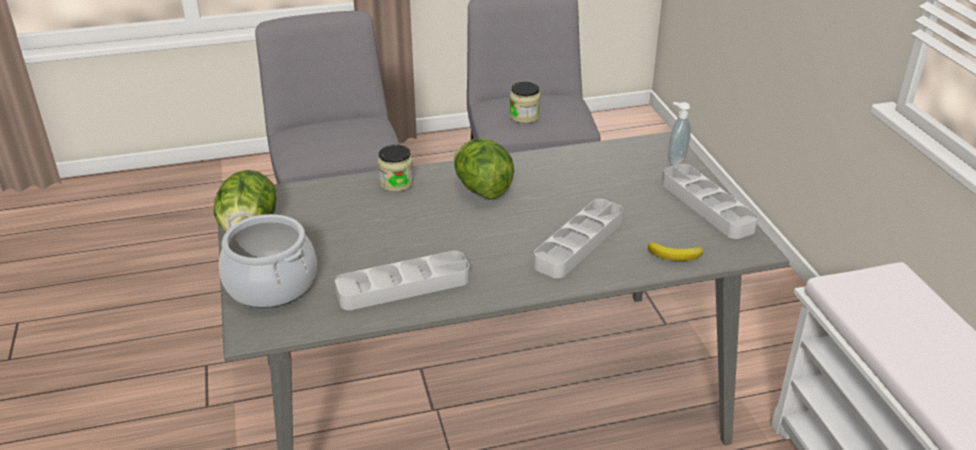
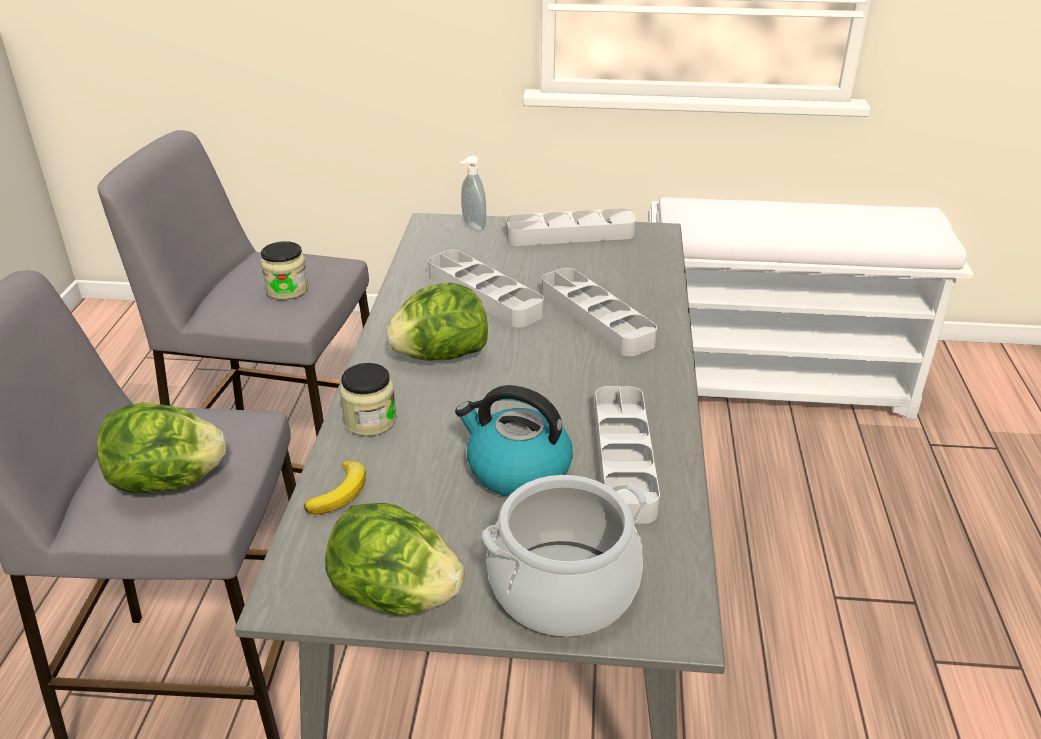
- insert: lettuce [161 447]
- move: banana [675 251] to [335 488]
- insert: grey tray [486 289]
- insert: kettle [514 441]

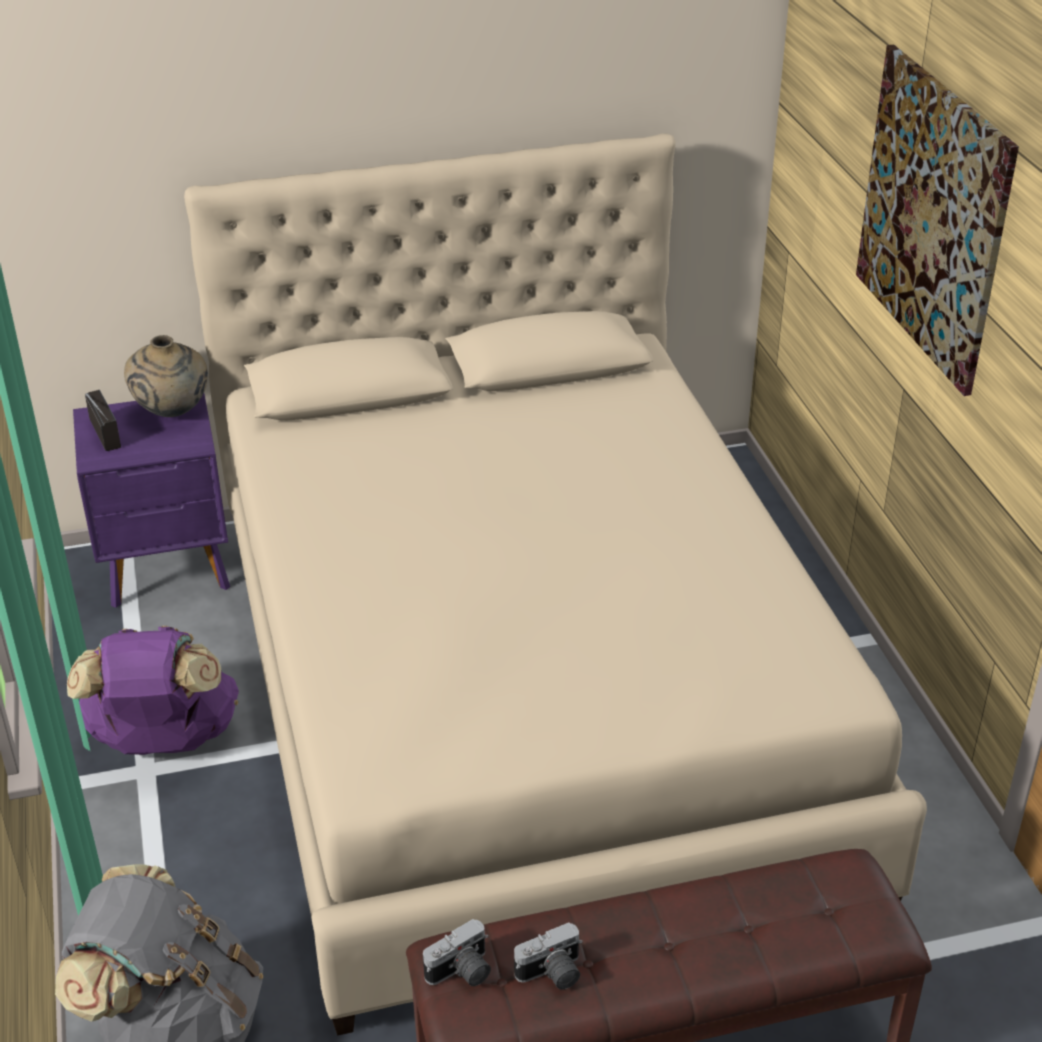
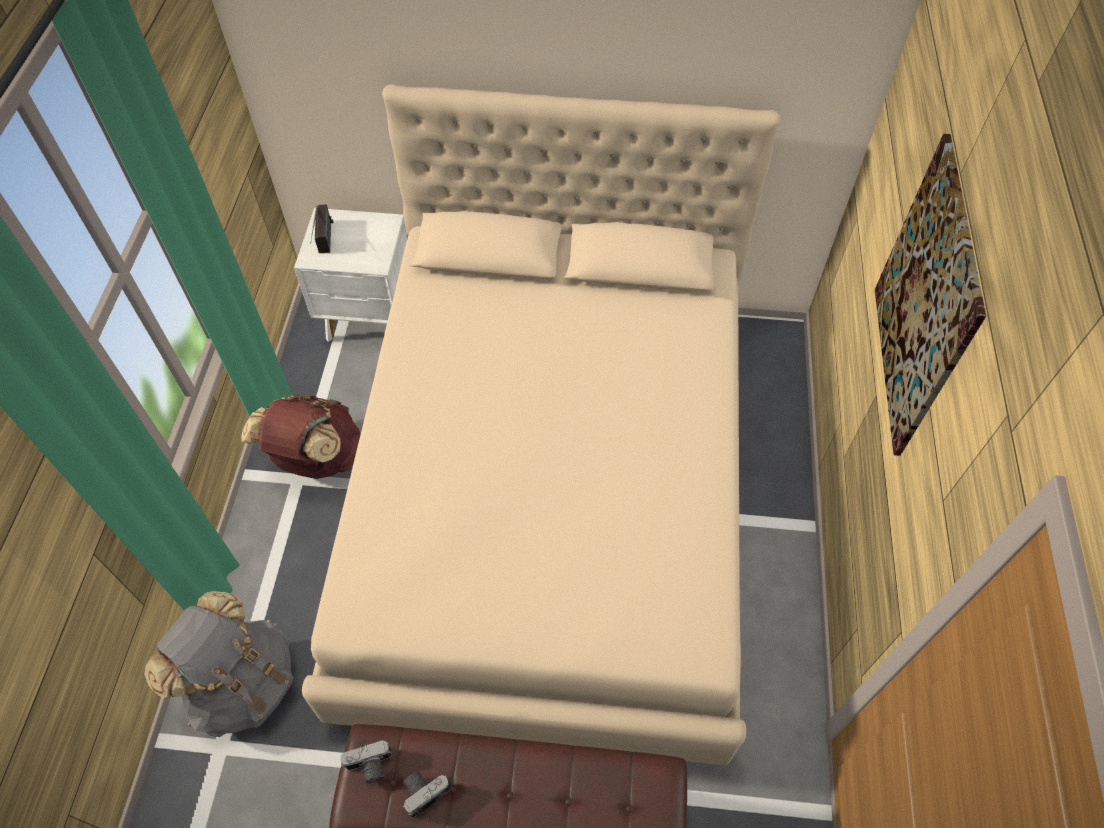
- recolor: purple backpack [153 690] to brown backpack [301 436]
- recolor: purple nightstand [151 501] to white nightstand [350 275]
- rotate: photo camera [548 956] = [426 794] 150 degrees clockwise
- delete: beige vase [166 376]

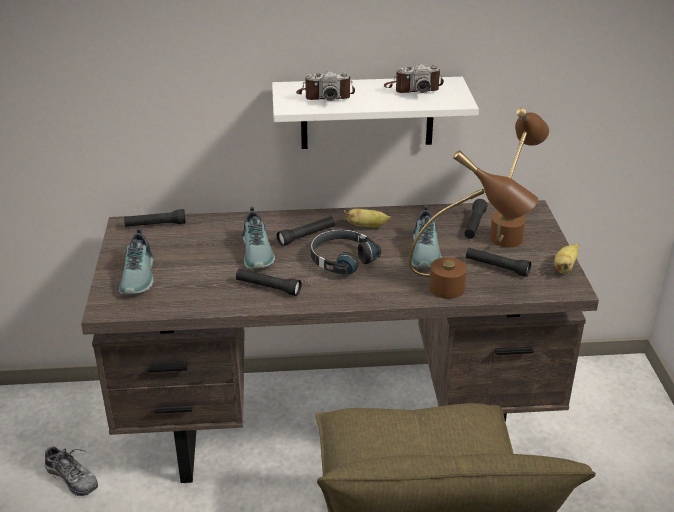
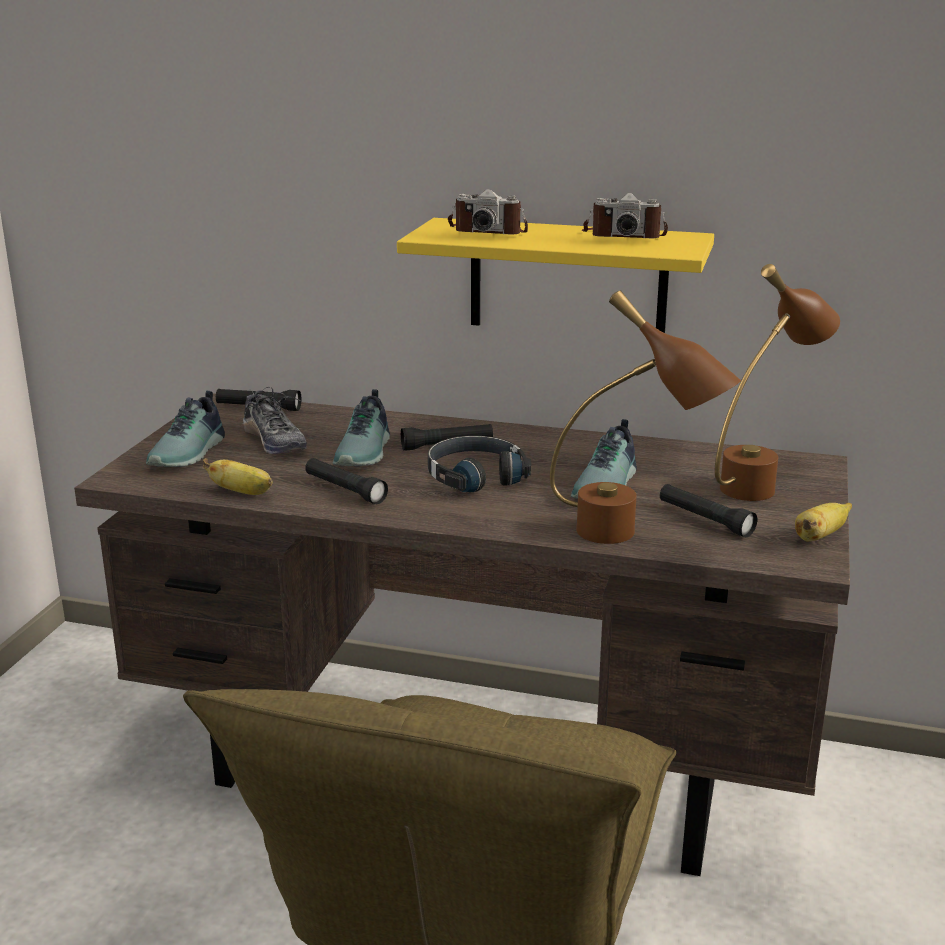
- move: banana [367 218] to [237 476]
- move: shoe [71 470] to [275 420]
- recolor: white shelf [375 113] to yellow shelf [555 275]
- delete: black flashlight [475 219]

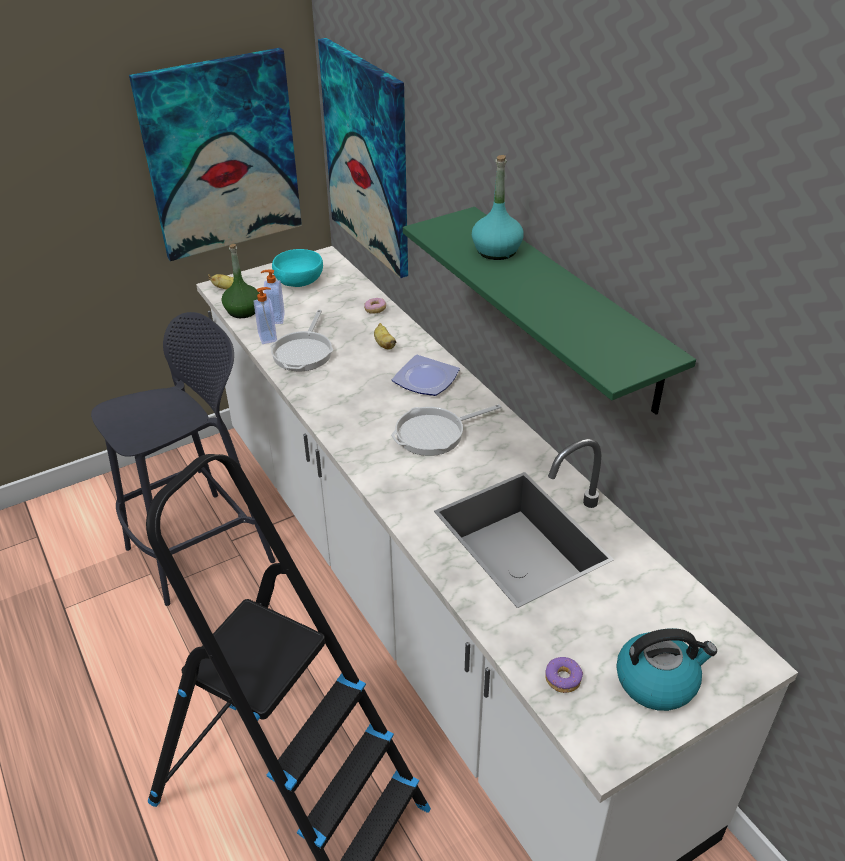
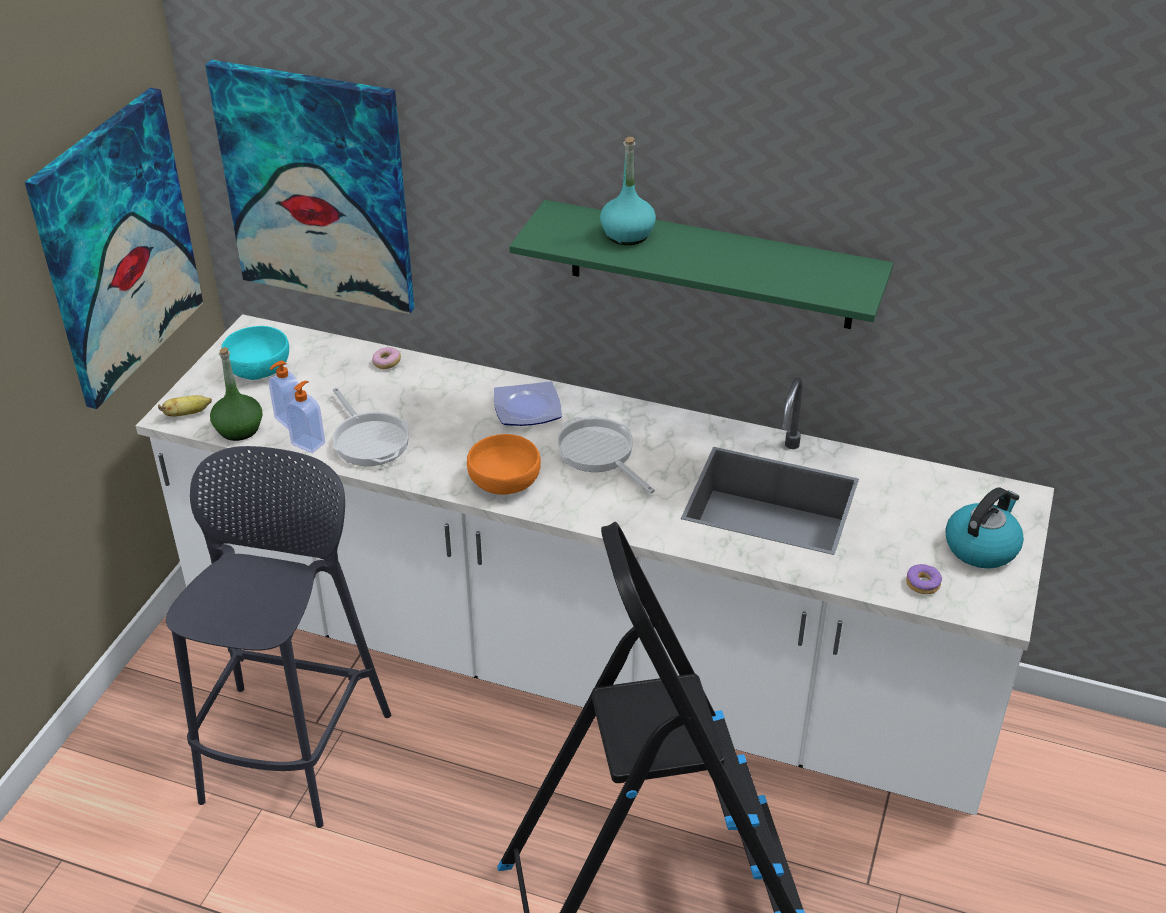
- insert: orange bowl [504 464]
- rotate: frying pan [446 430] = [606 455] 120 degrees clockwise
- delete: banana [385 336]

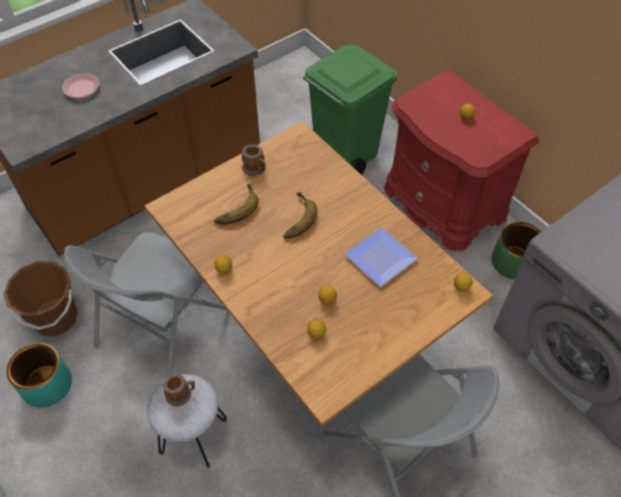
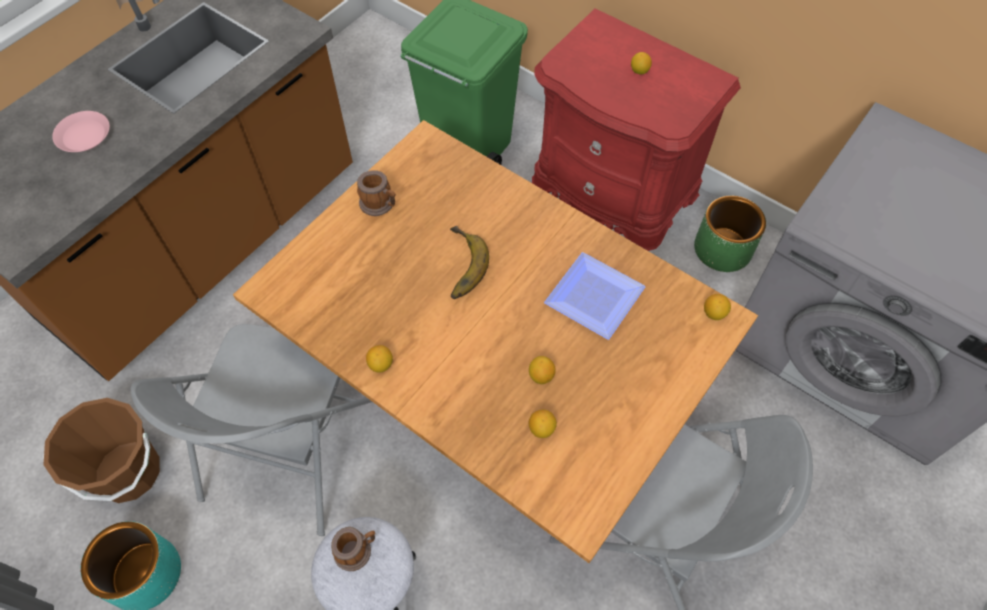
- delete: banana [236 204]

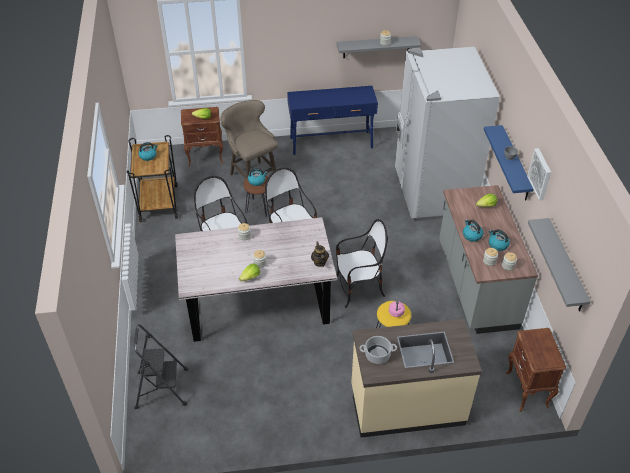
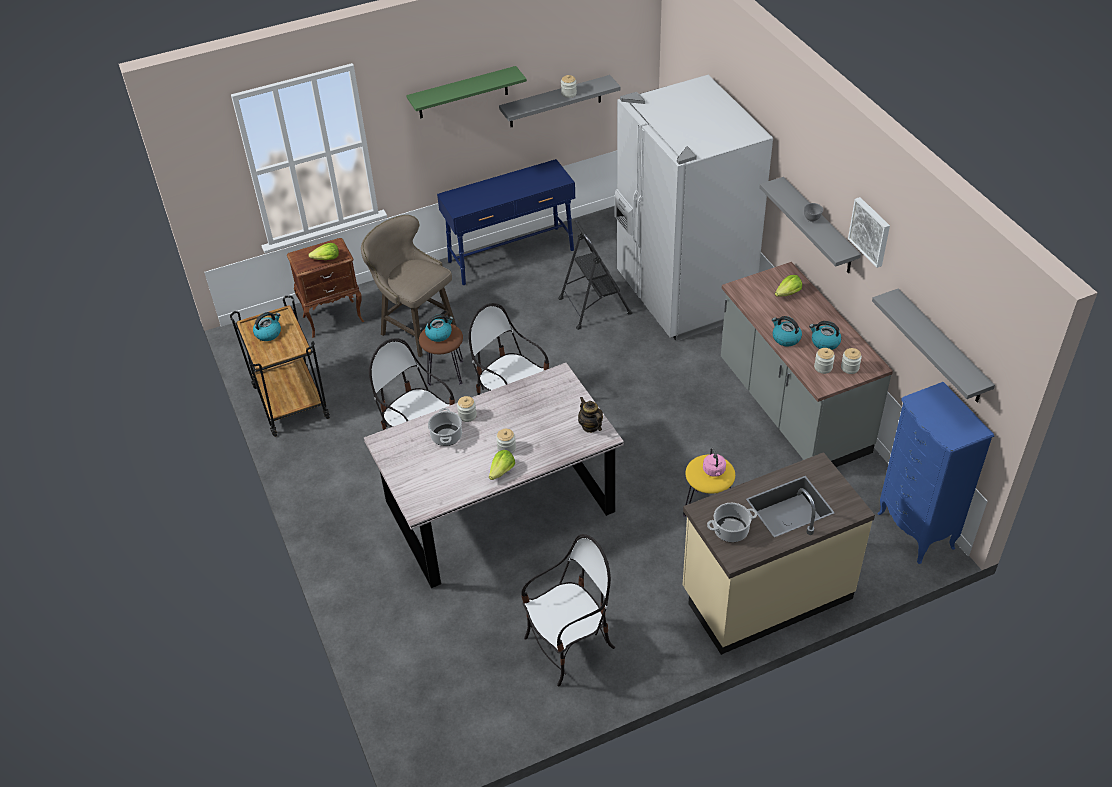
- insert: green shelf [466 92]
- insert: cooking pot [445 427]
- move: chair [362 263] to [568 610]
- move: black step ladder [161 366] to [595 275]
- recolor: blue shelf [509 163] to grey shelf [810 225]
- replace: brown nightstand [536 370] to blue dresser [935 473]

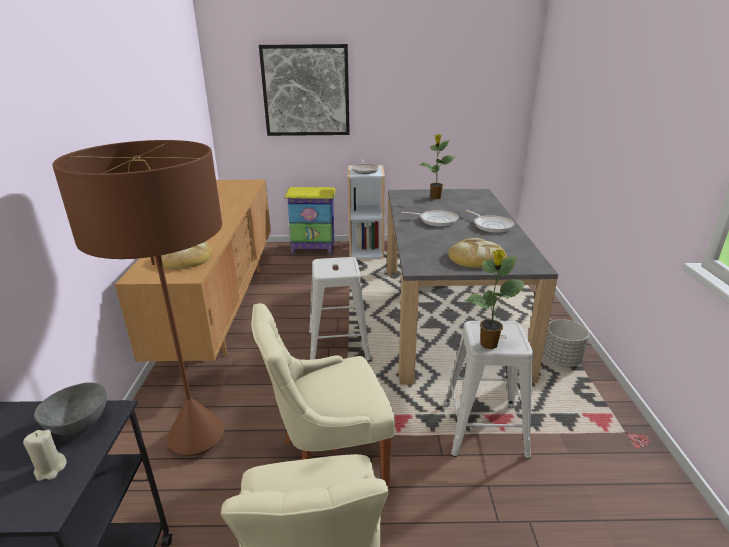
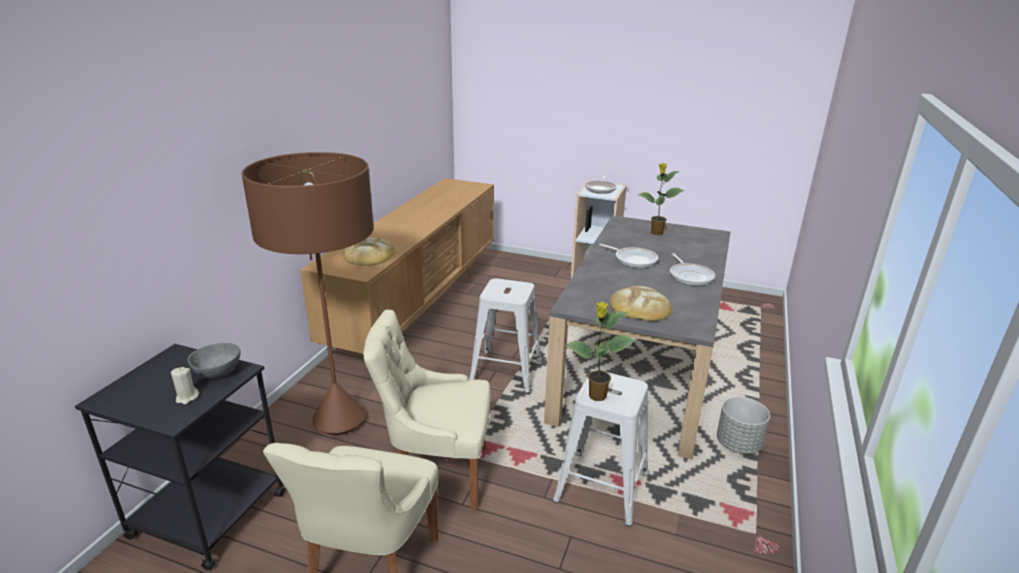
- delete: picture [304 90]
- delete: nightstand [310 220]

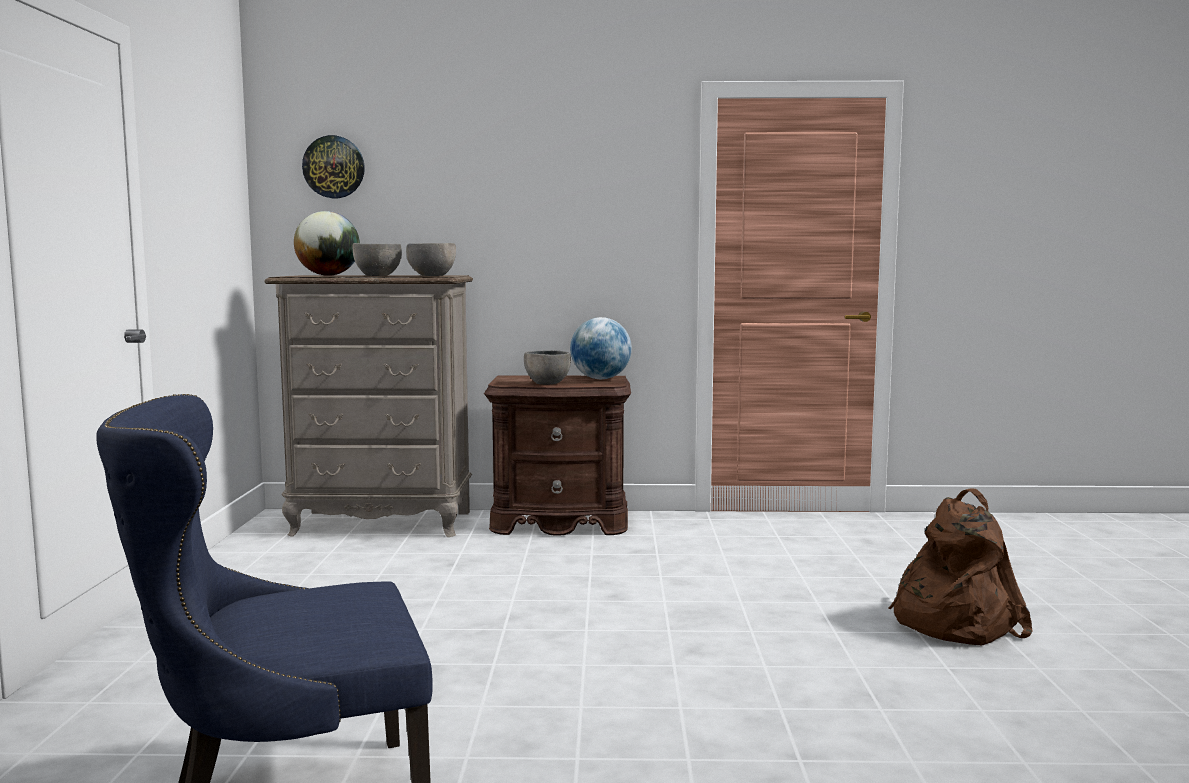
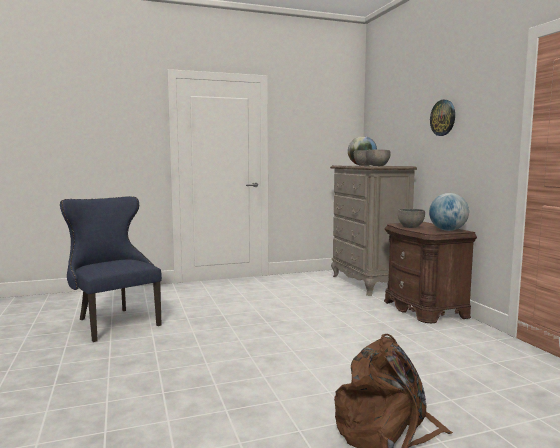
- move: wall clock [333 166] to [442 118]

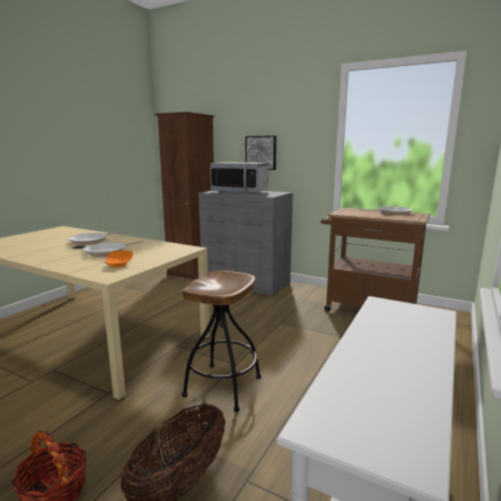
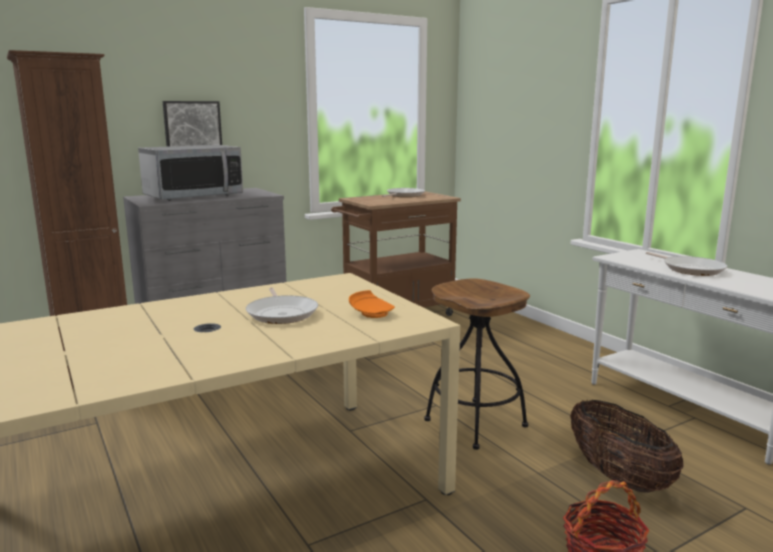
- move: frying pan [94 238] to [687 264]

